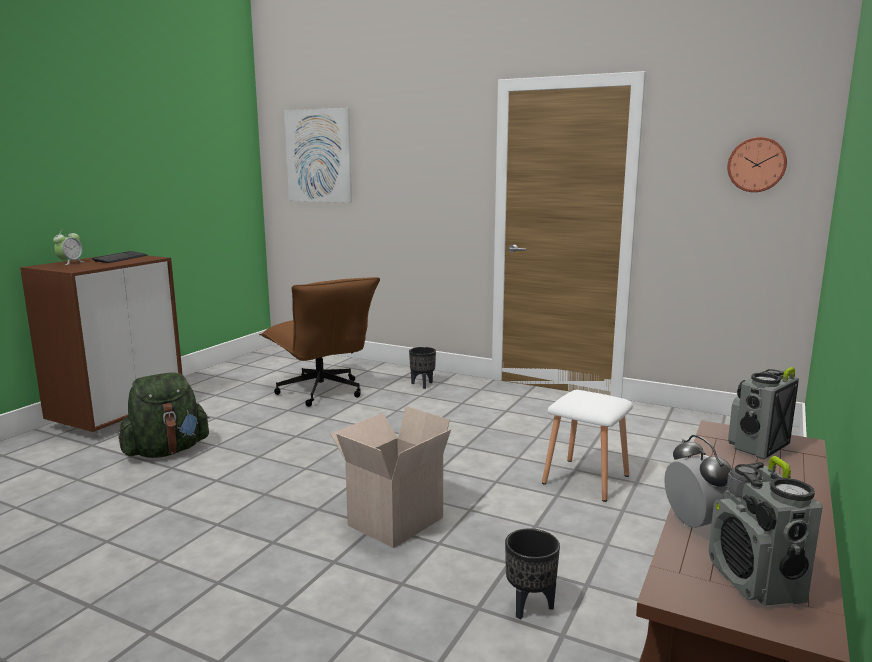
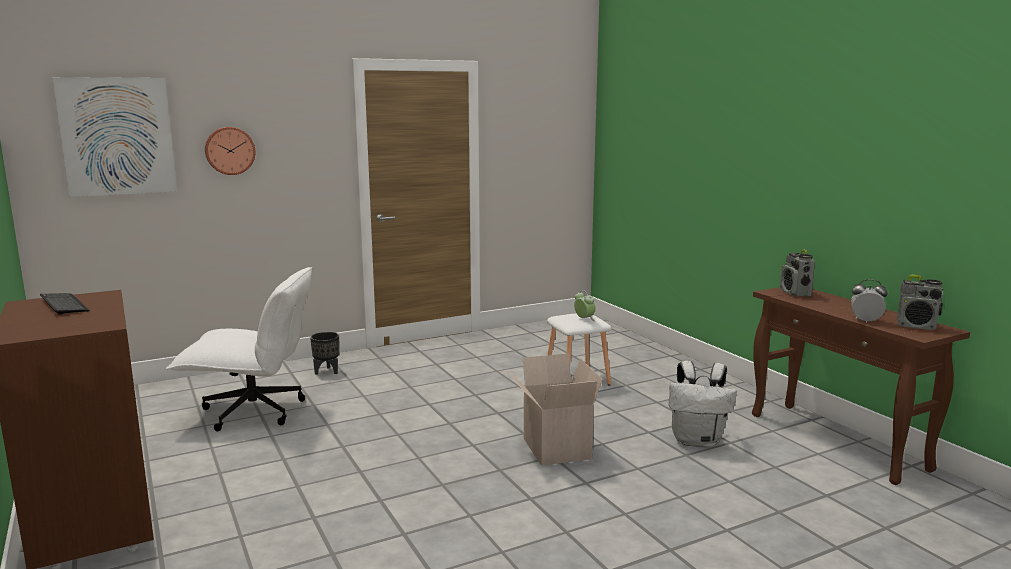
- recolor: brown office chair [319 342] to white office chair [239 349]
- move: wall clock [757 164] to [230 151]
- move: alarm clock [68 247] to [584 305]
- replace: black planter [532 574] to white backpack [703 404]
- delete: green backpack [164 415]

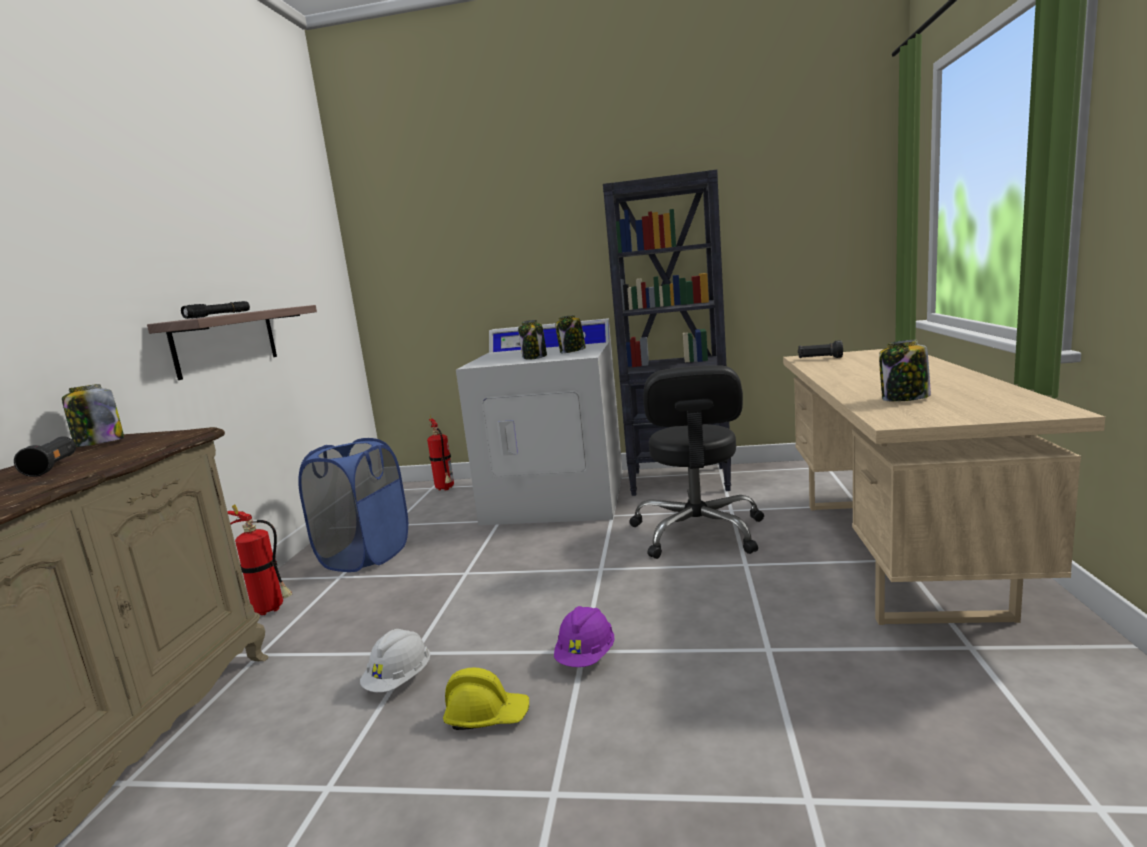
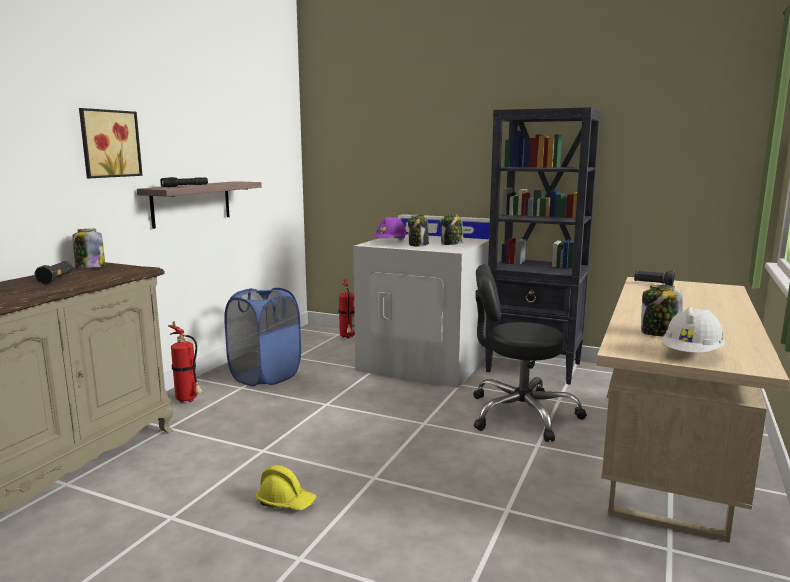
- insert: picture [111 143]
- move: purple hard hat [584 636] to [390 229]
- rotate: black office chair [696 462] = [530 353] 75 degrees clockwise
- move: white hard hat [395 660] to [693 330]

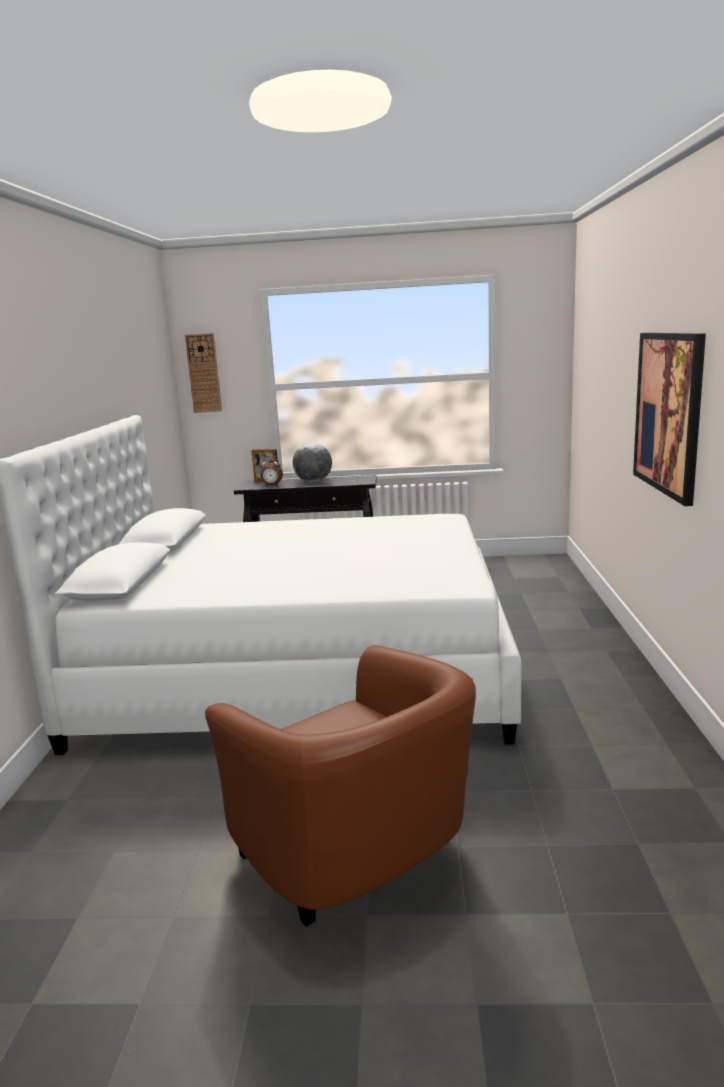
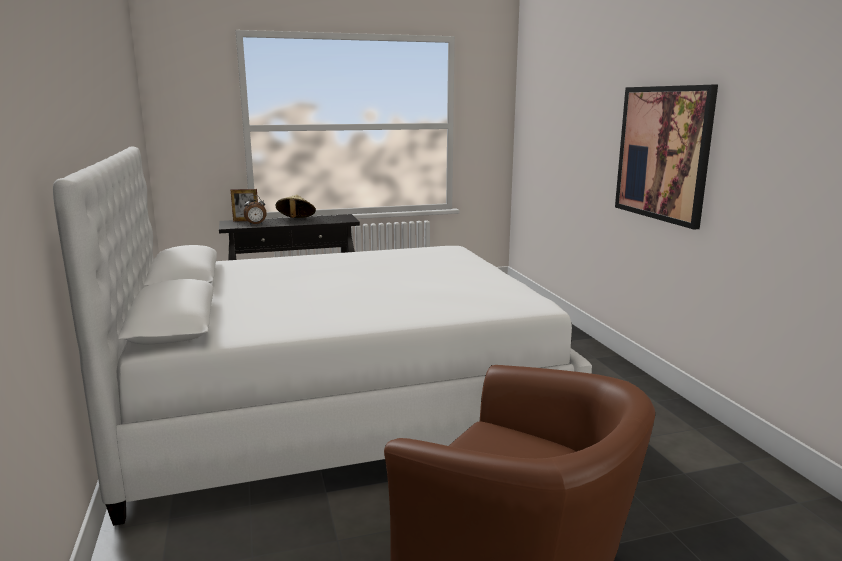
- replace: globe [312 462] to beige hat [296 206]
- delete: wall clock [203 373]

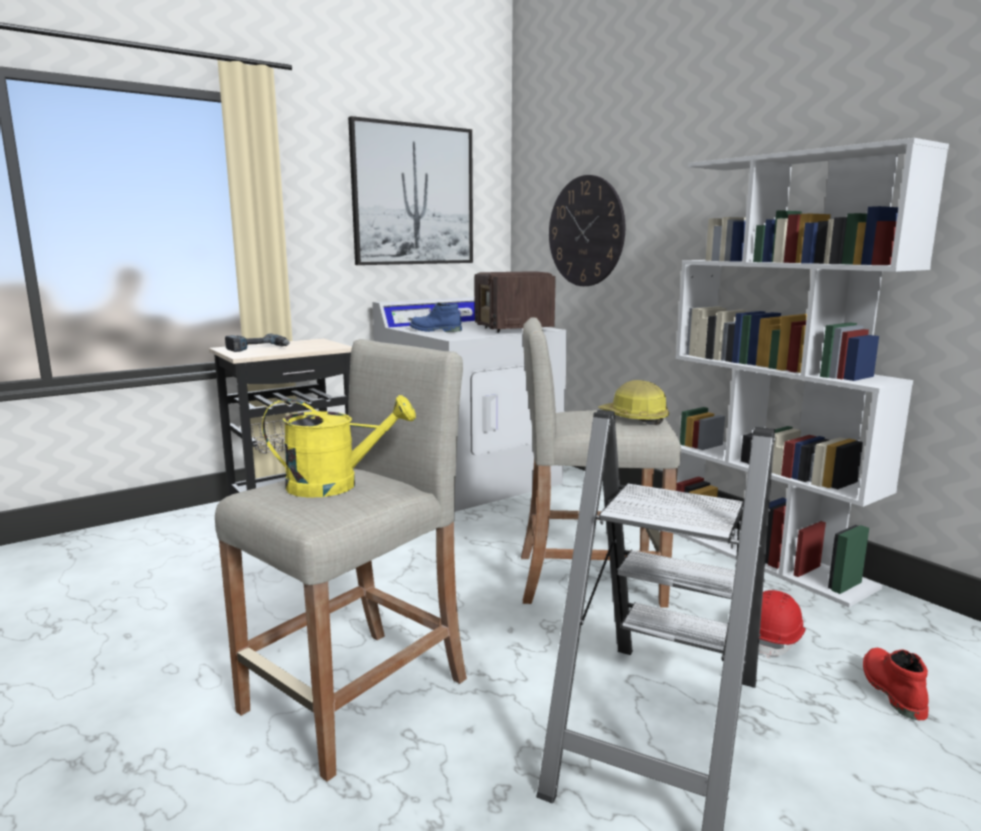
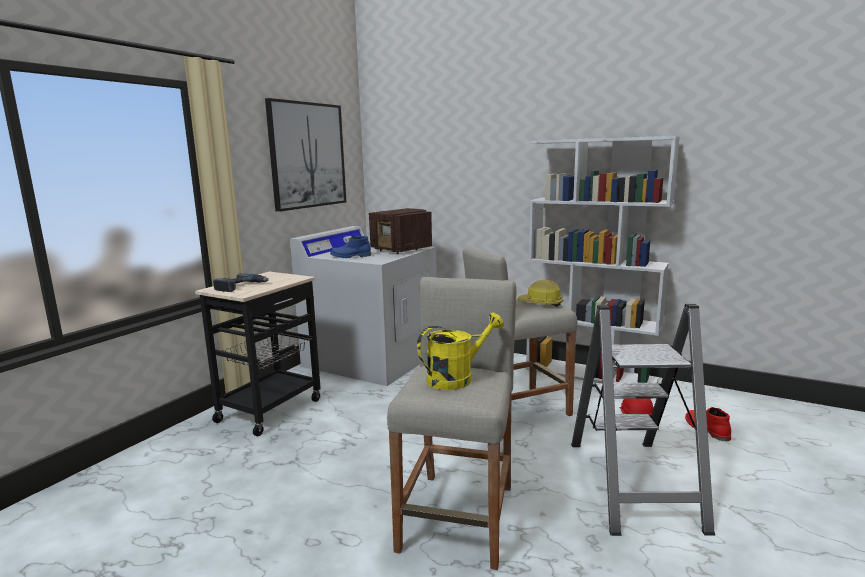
- delete: wall clock [587 230]

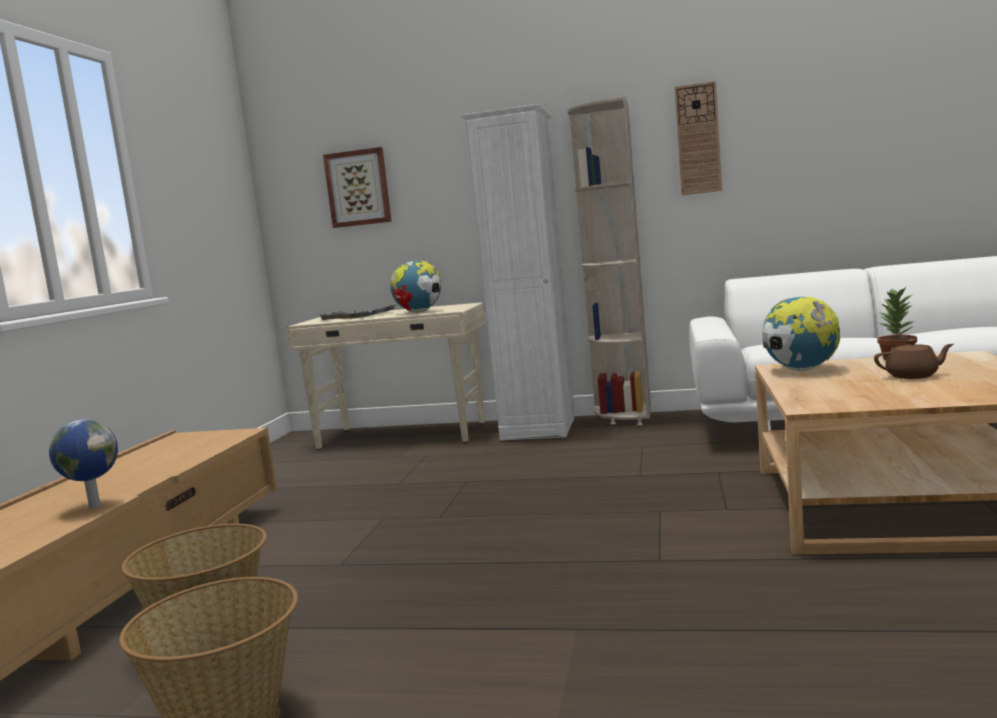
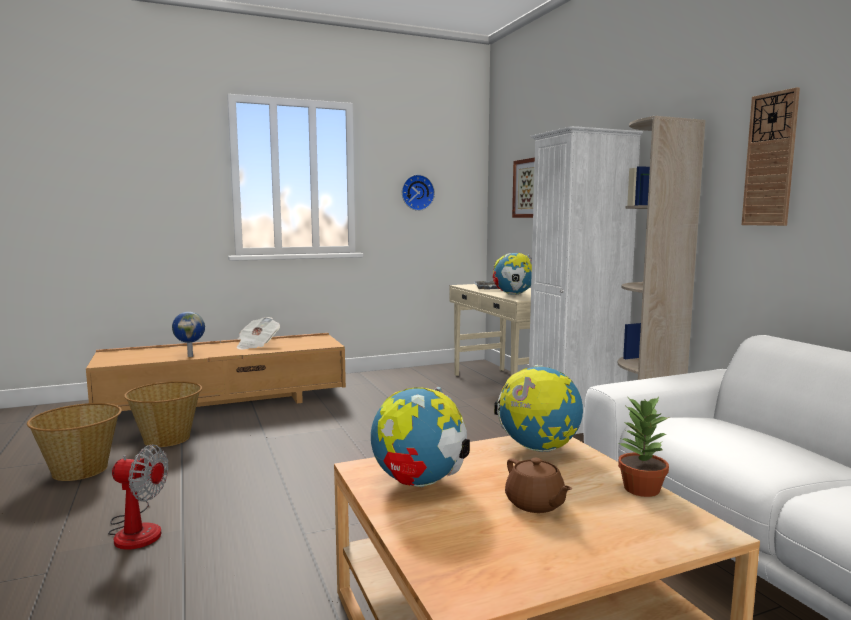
- insert: fan [138 497]
- insert: newspaper [258 333]
- insert: globe [420 437]
- insert: wall clock [418 192]

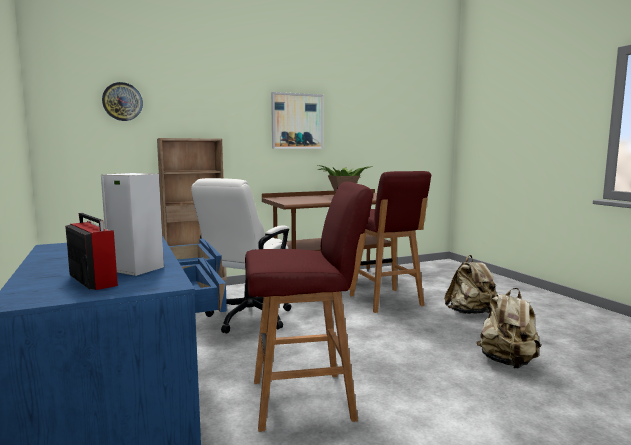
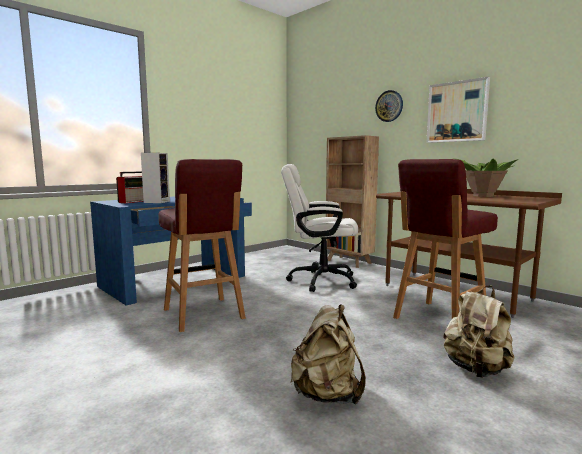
- move: wall clock [122 101] to [389 106]

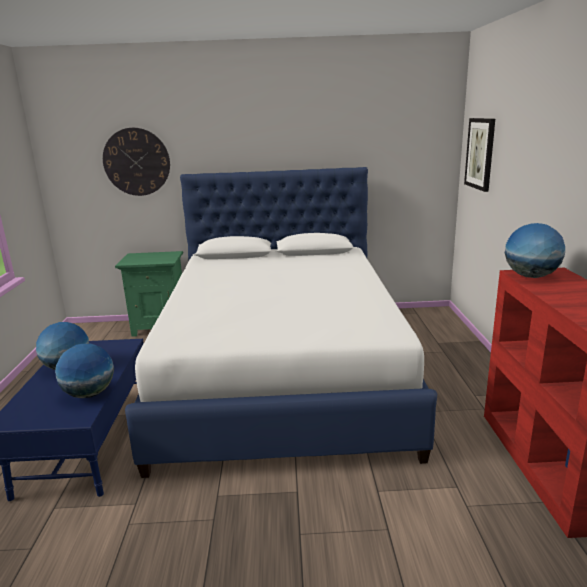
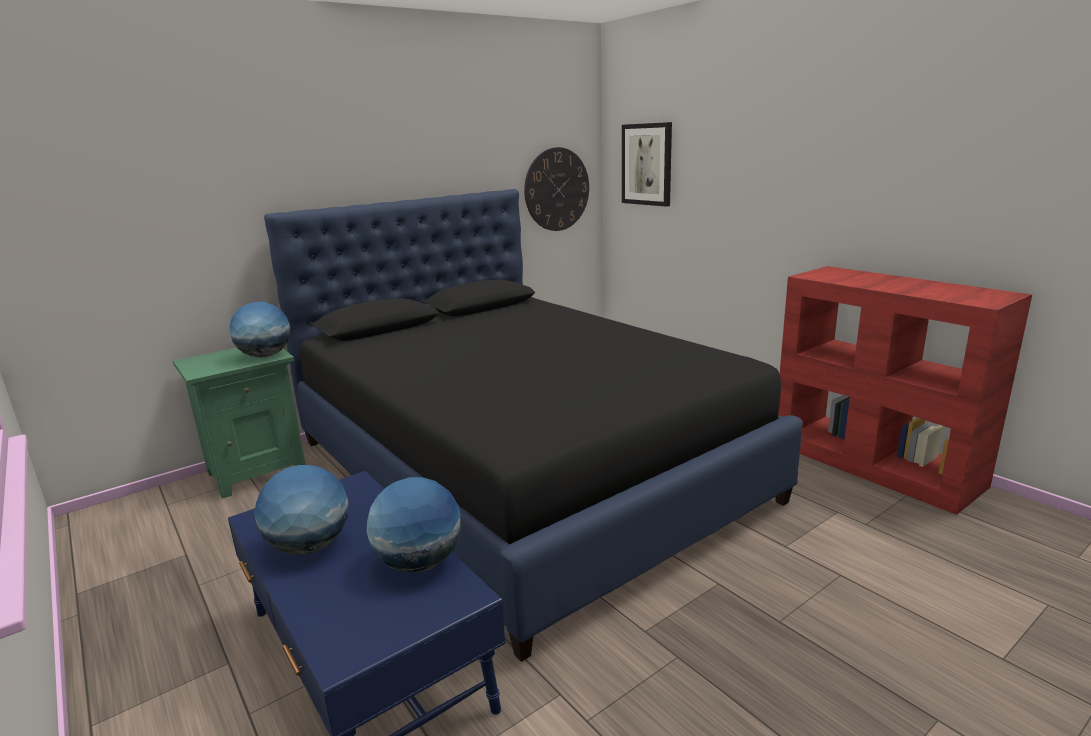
- move: globe [535 250] to [259 330]
- recolor: white bed [281 322] to black bed [533 425]
- move: wall clock [136 162] to [556 189]

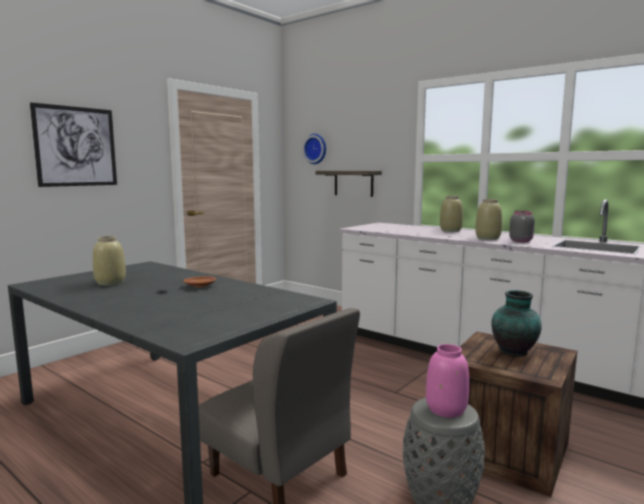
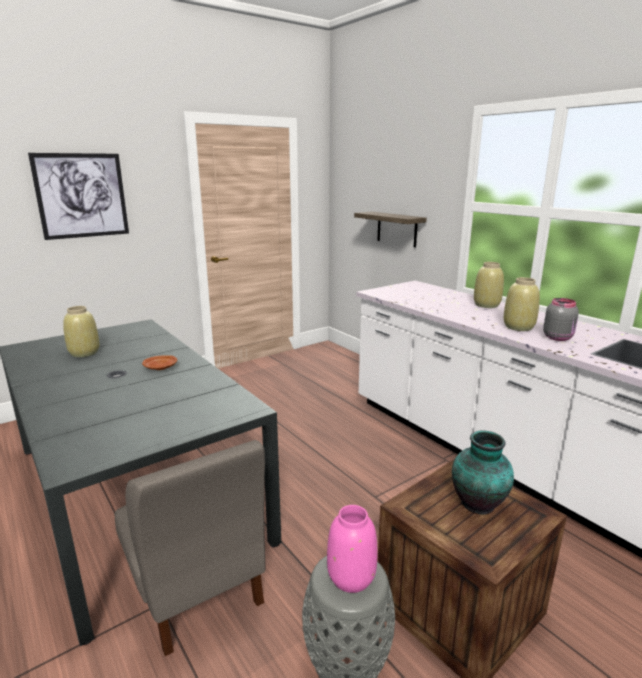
- delete: wall clock [314 149]

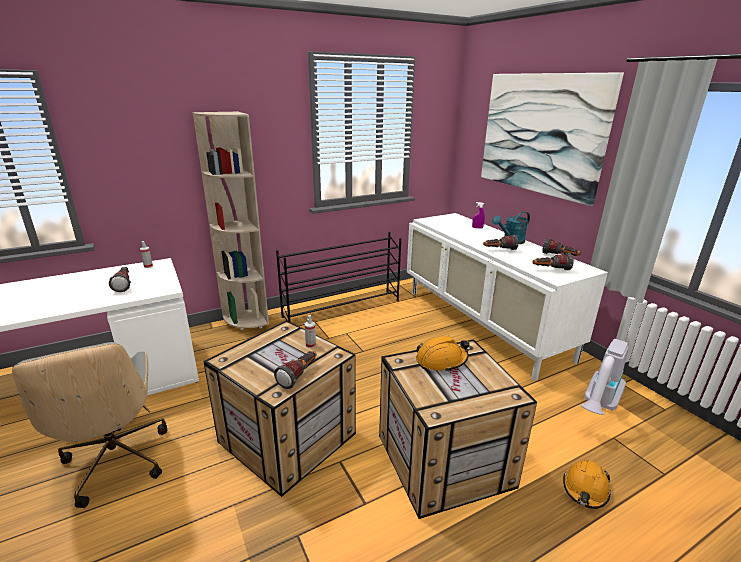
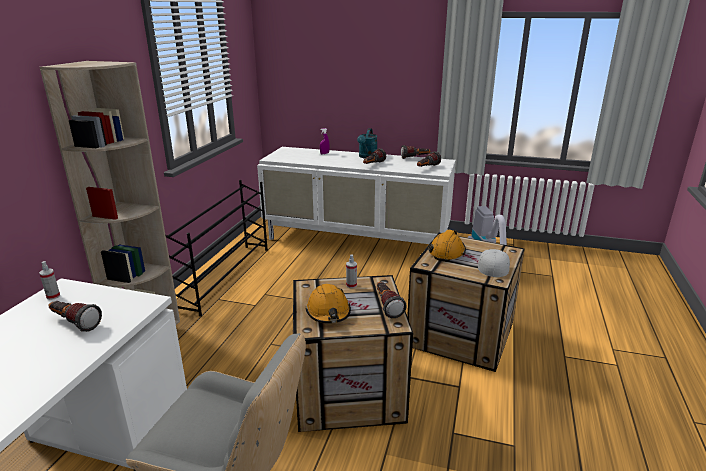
- move: orange hard hat [587 484] to [328 303]
- insert: white cap [494 263]
- delete: picture [552 139]

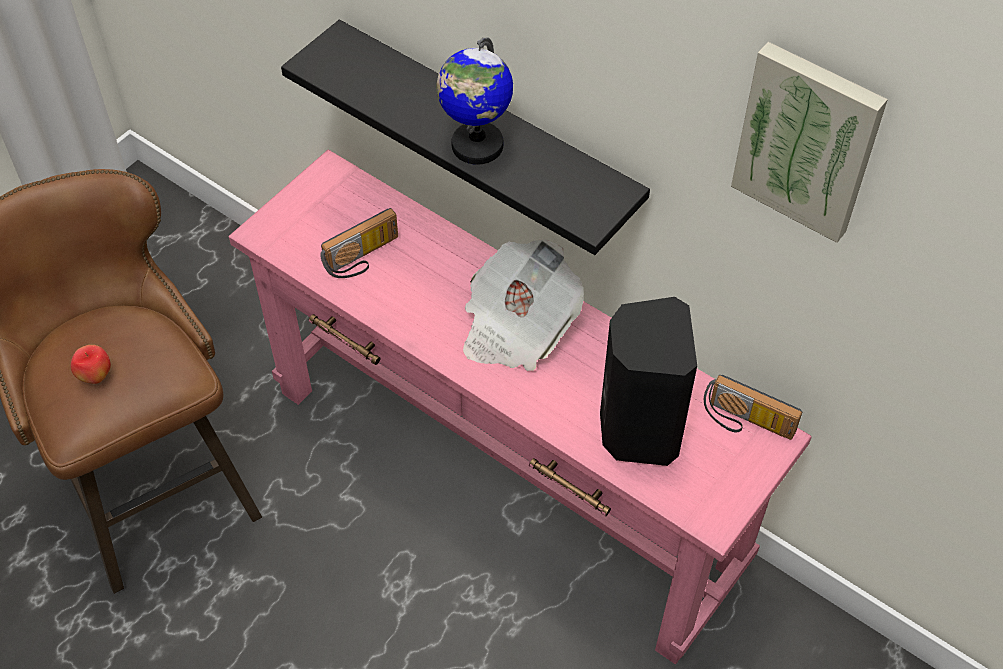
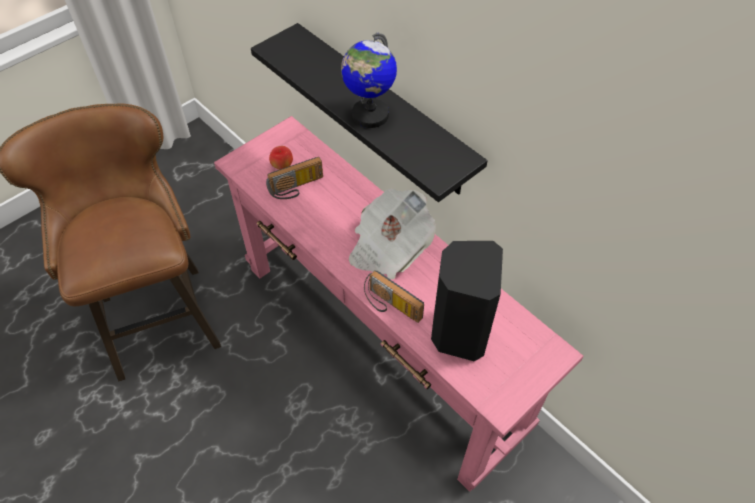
- move: apple [91 364] to [281 158]
- move: radio [753 407] to [394 296]
- delete: picture [809 142]

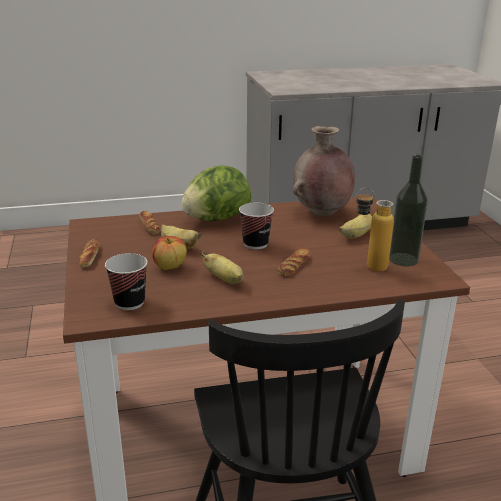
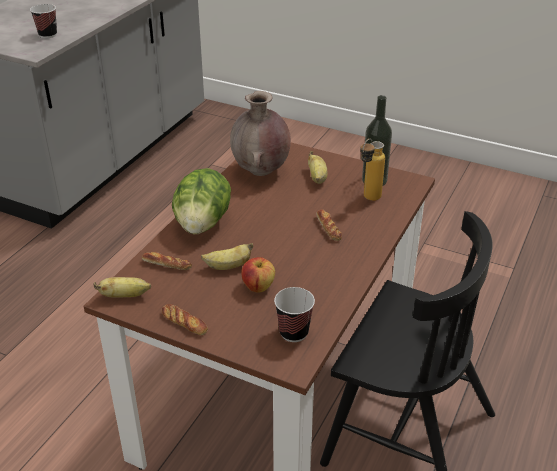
- move: cup [256 225] to [43 21]
- move: banana [222 267] to [122 287]

